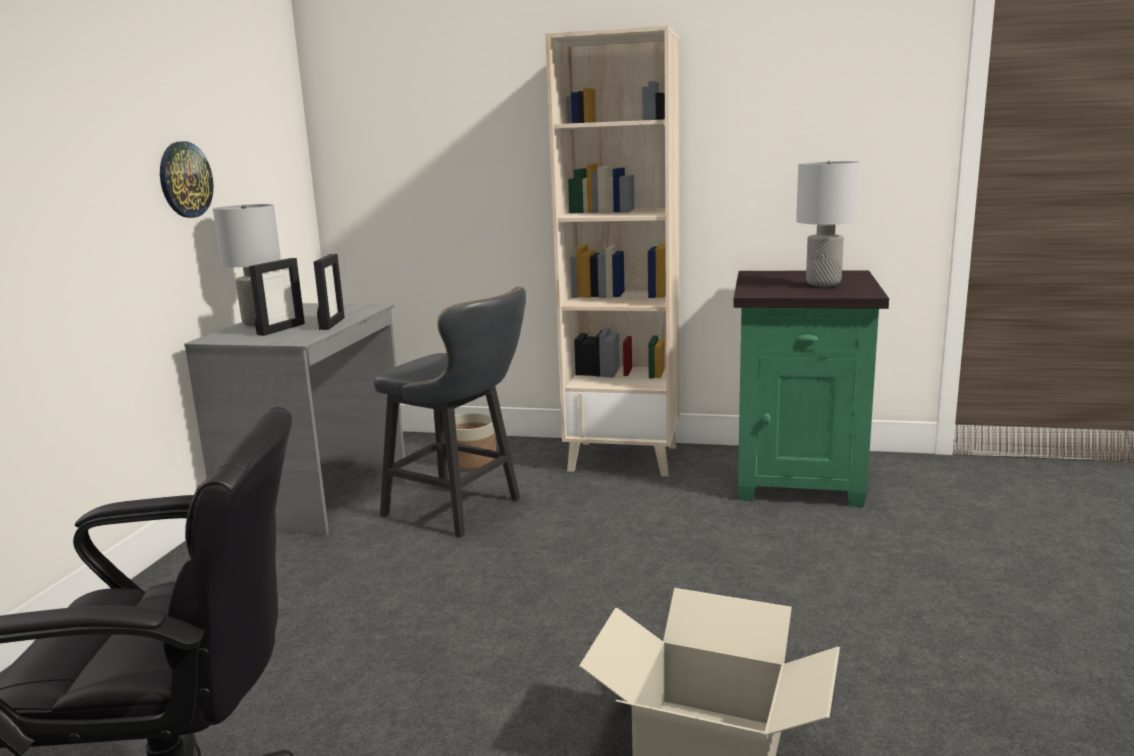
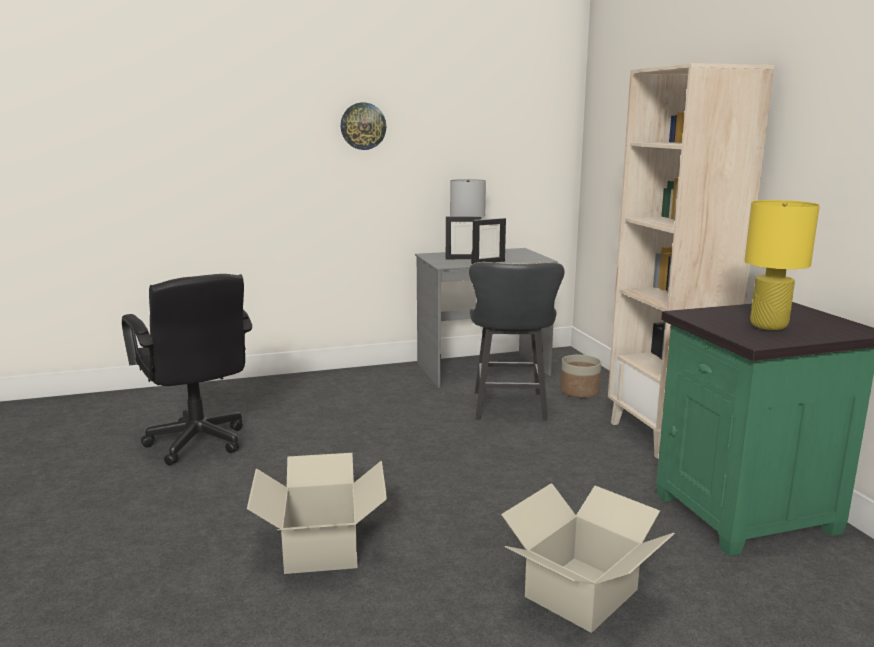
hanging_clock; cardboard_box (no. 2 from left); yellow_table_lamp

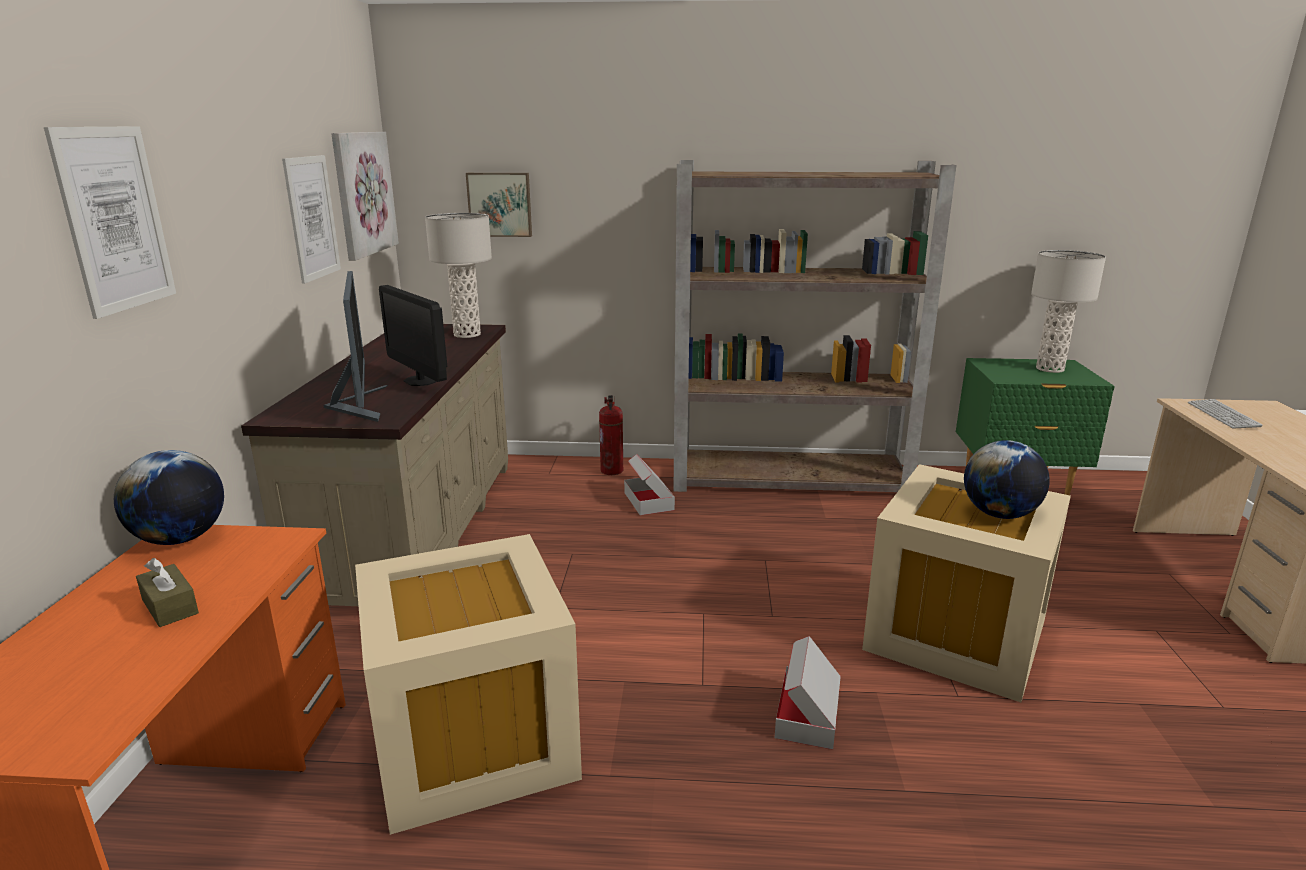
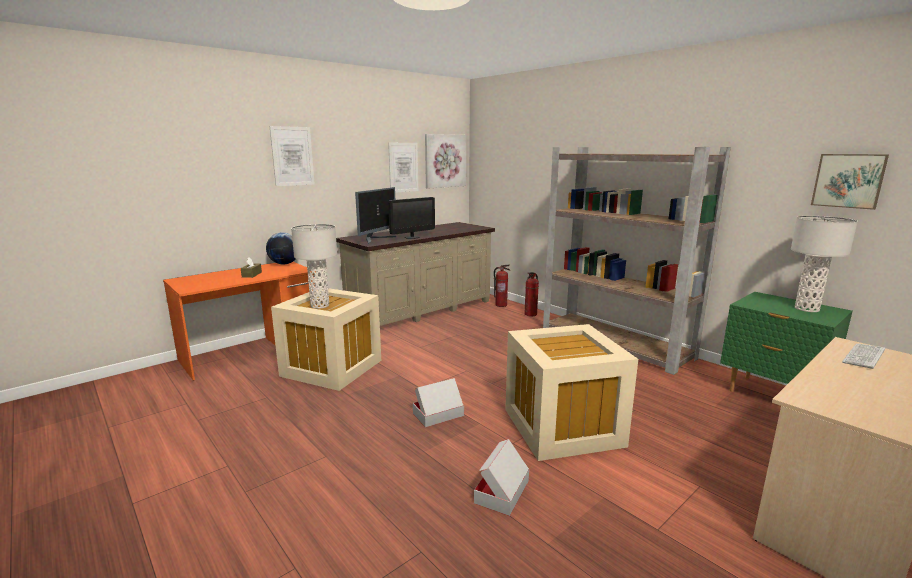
white_table_lamp (no. 1 from left); computer_display (no. 2 from left); cardboard_box (no. 2 from left); fire_extinguisher (no. 1 from left); picture (no. 4 from left); world_globe (no. 2 from left in the first image)

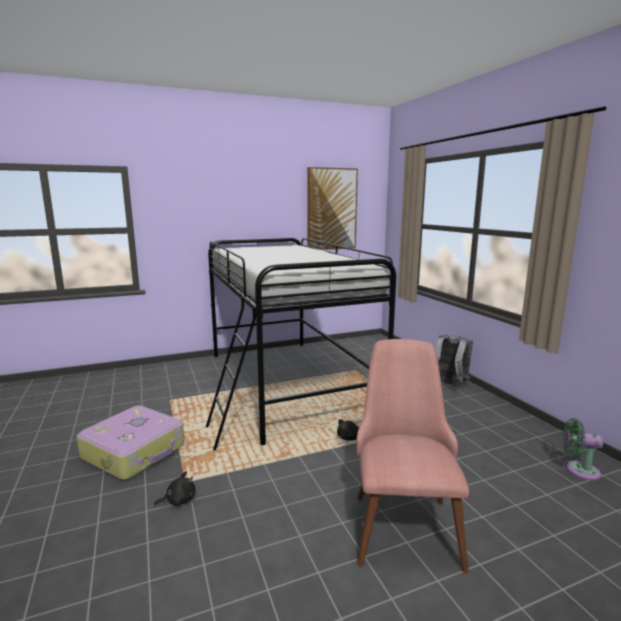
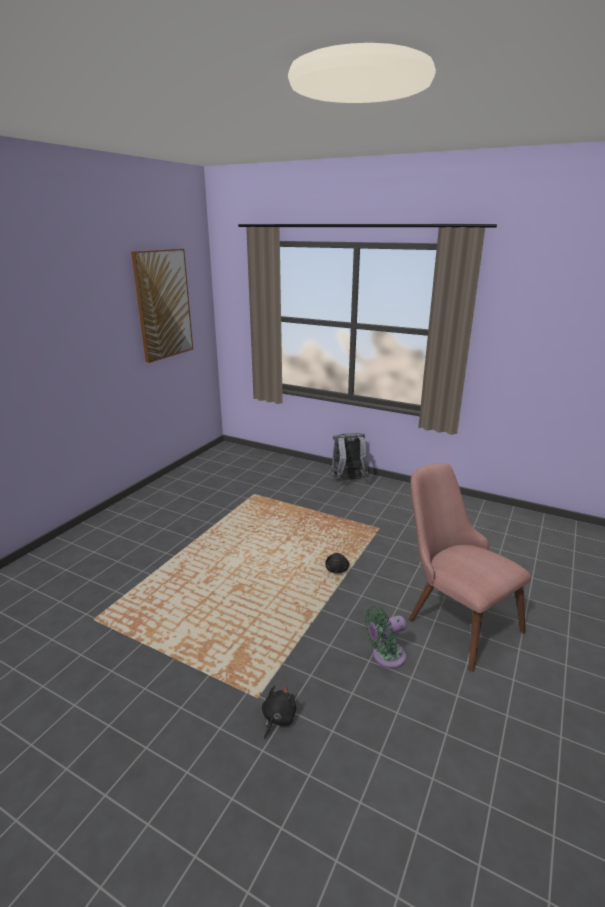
greenish_cooling_fan; travel_case; black-coloured_bedroom_bed

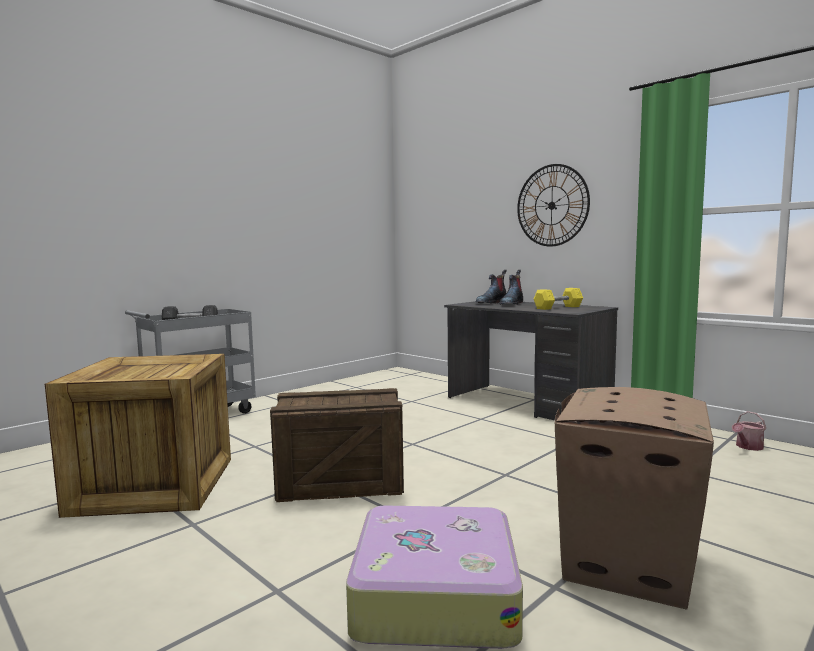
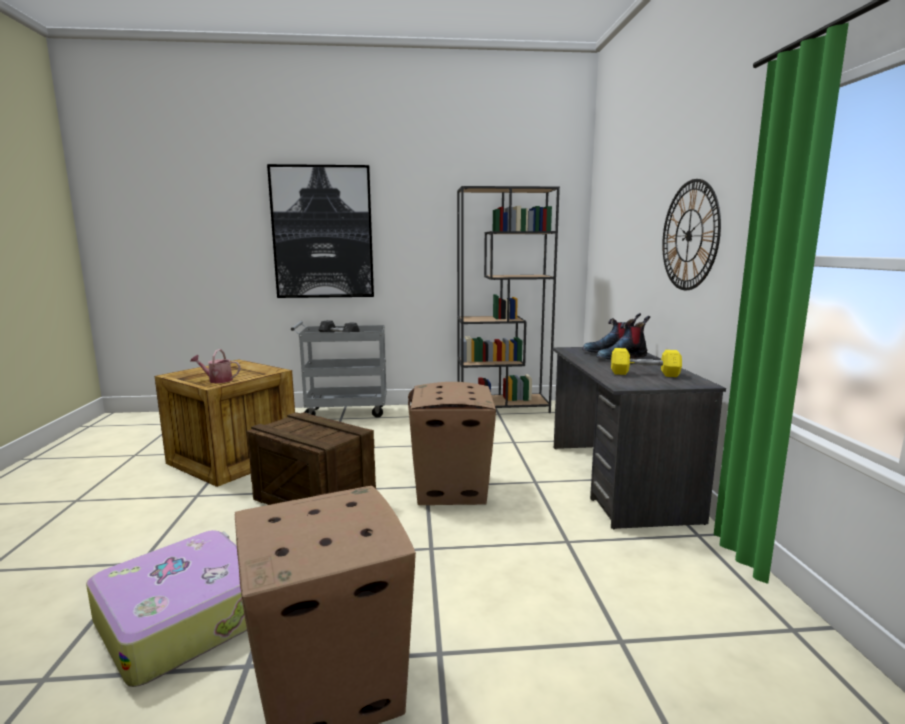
watering_can; picture; cardboard_box (no. 2 from left); bookcase

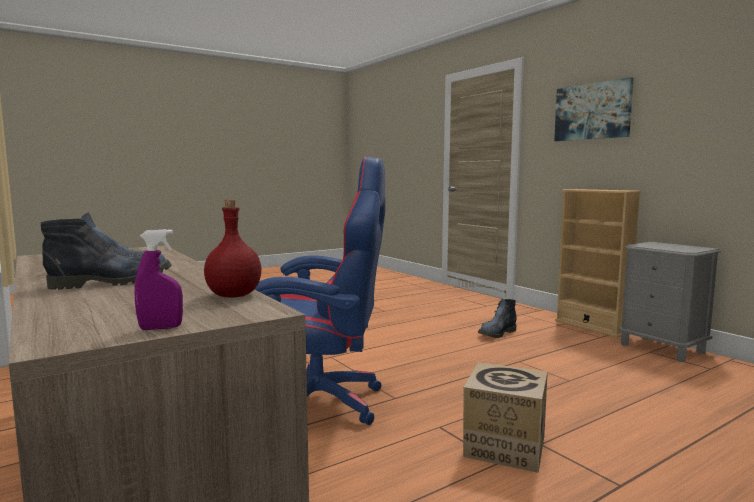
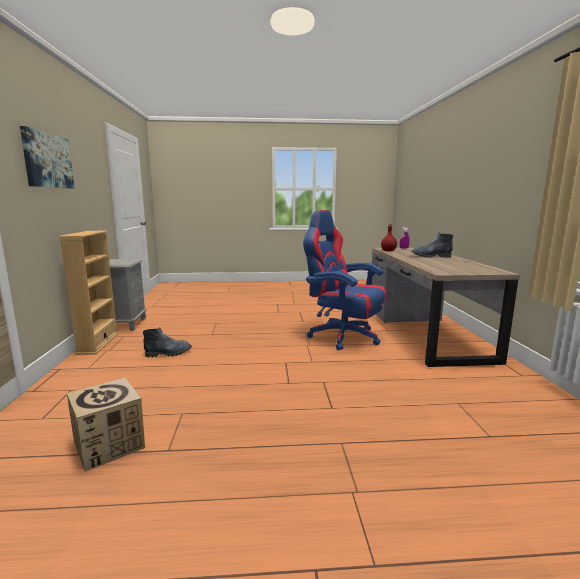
cardboard_box

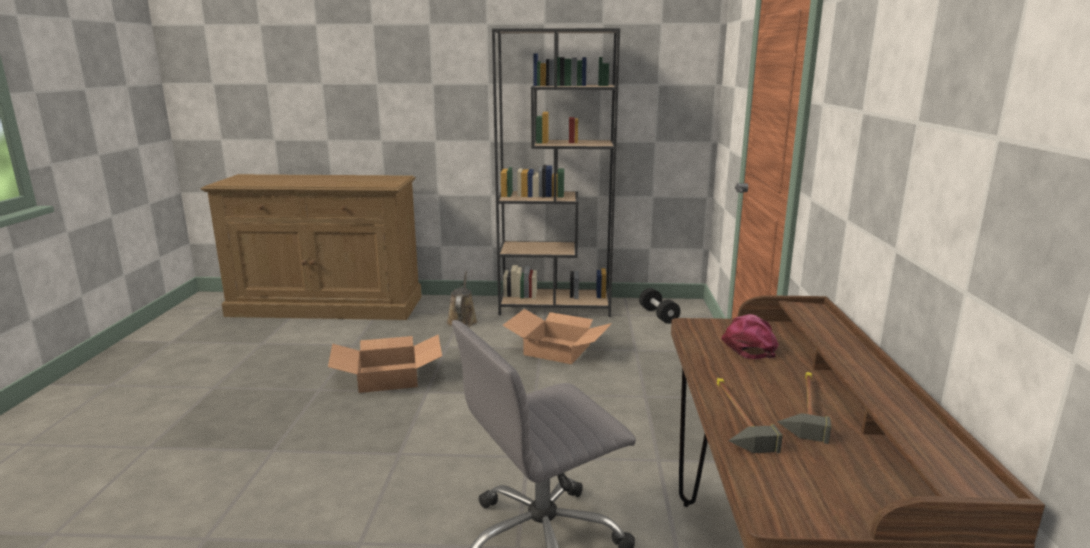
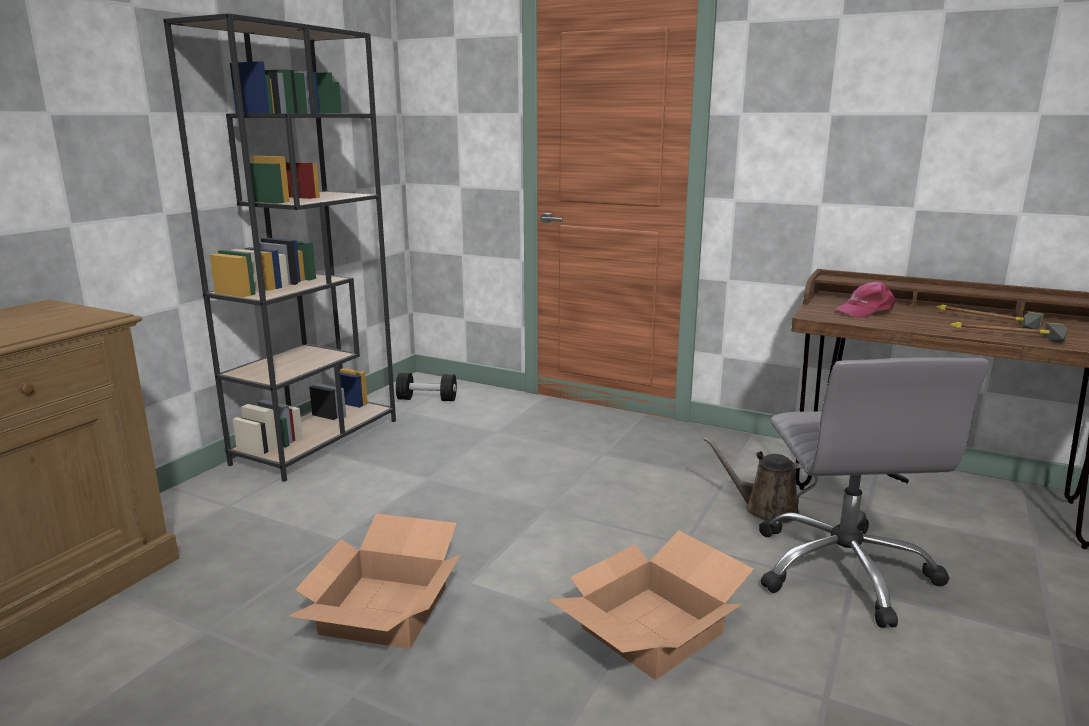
cardboard_box (no. 2 from left); brown-coloured_watering_can; pink_cap

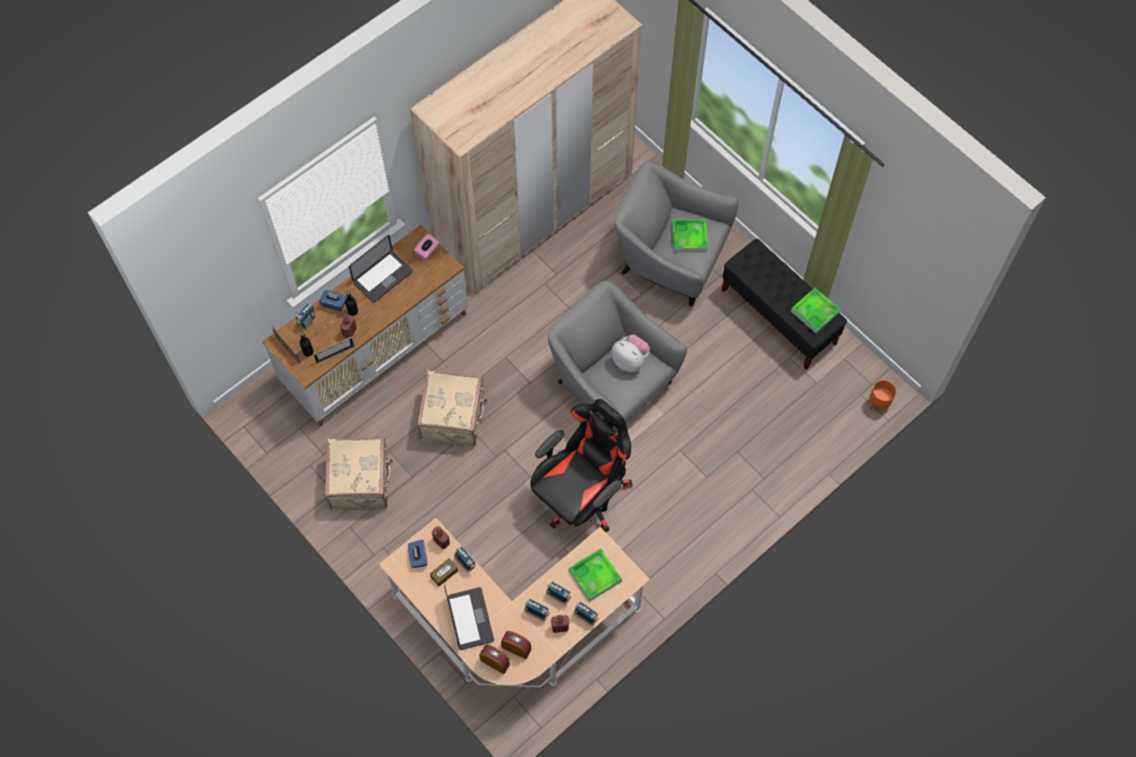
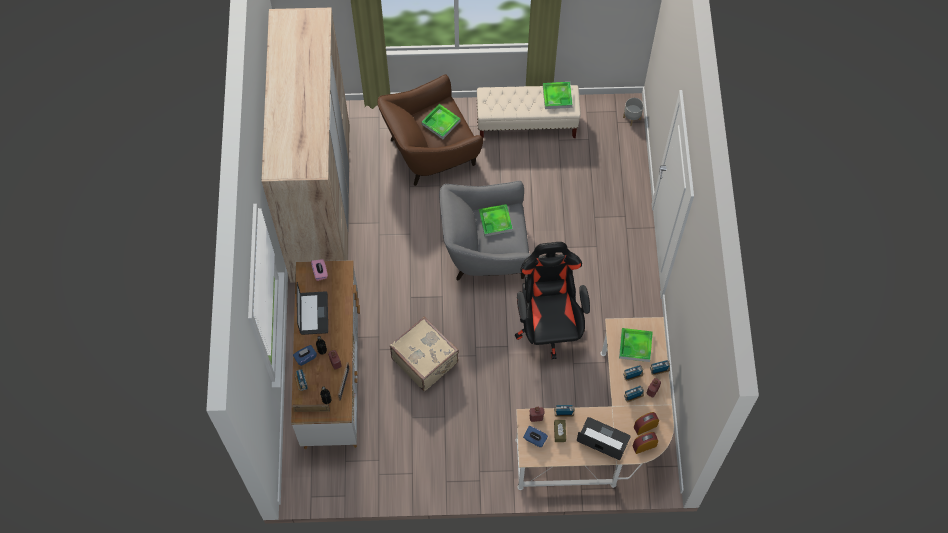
brown-coloured_lounge_chair; beige_bench; carrying_tray (no. 2 from left); greyish_flower_pot; beige_travel_case (no. 1 from left in the first image)

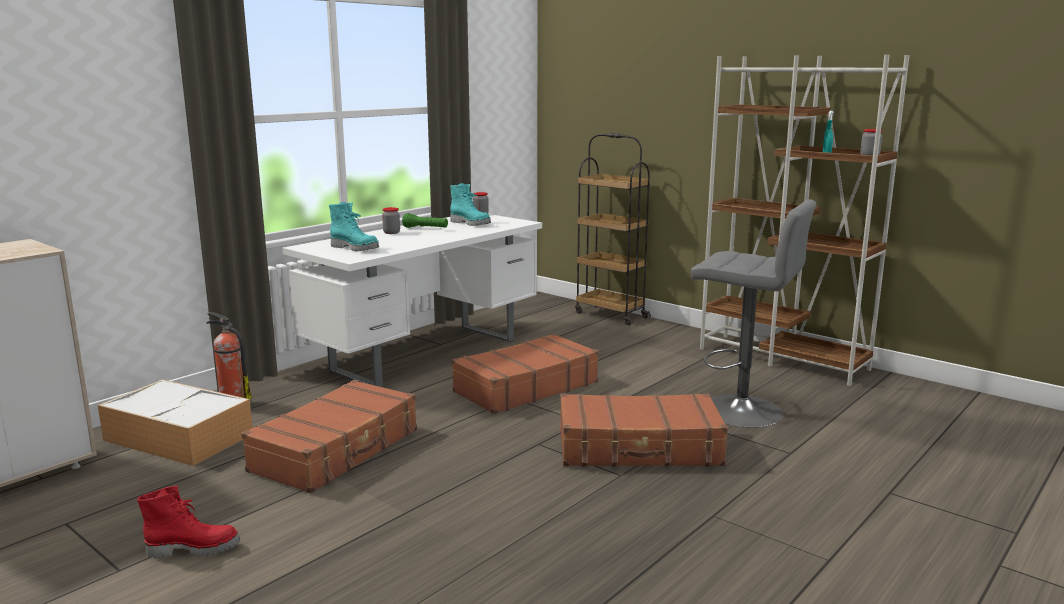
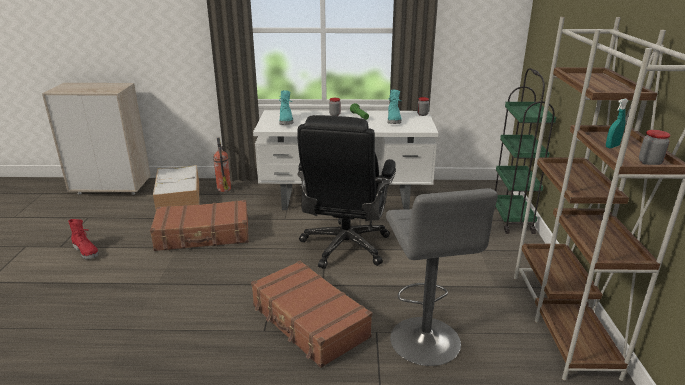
black-coloured_desk_chair; greenish_wheeled_cart

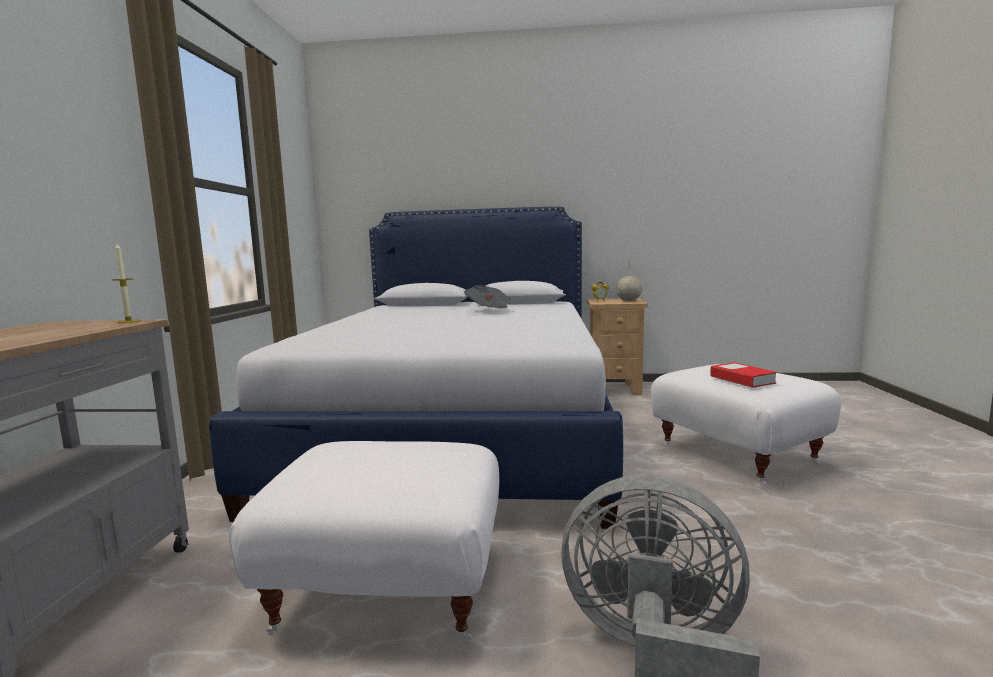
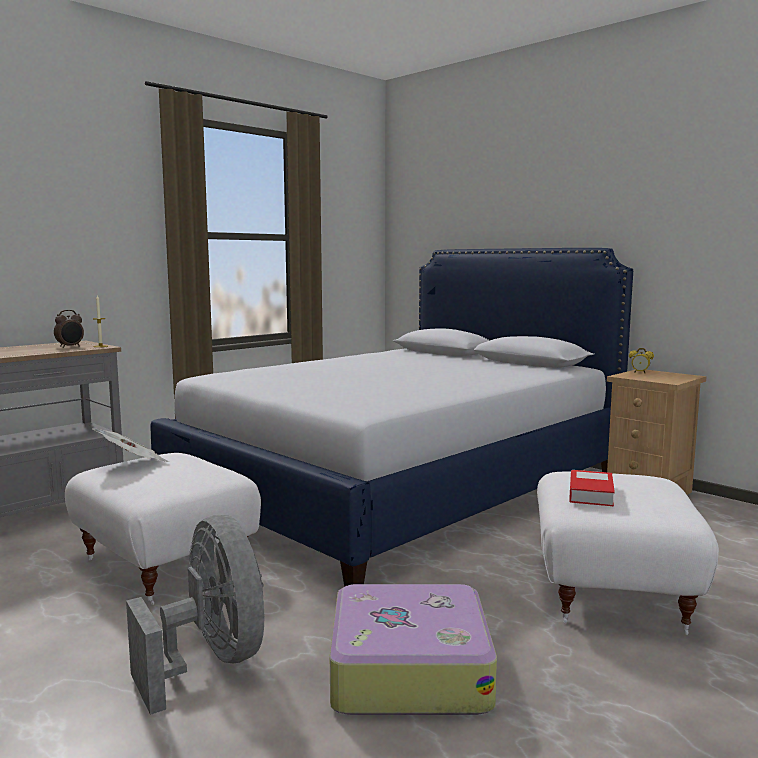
alarm_clock (no. 1 from left); newspaper; travel_case; world_globe

